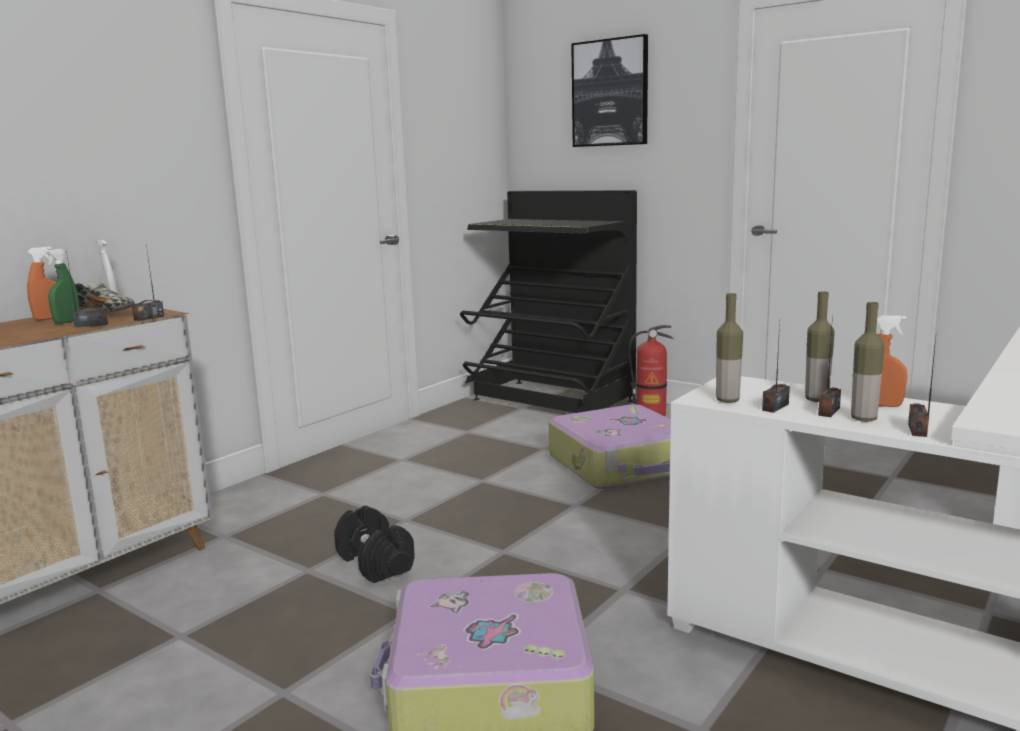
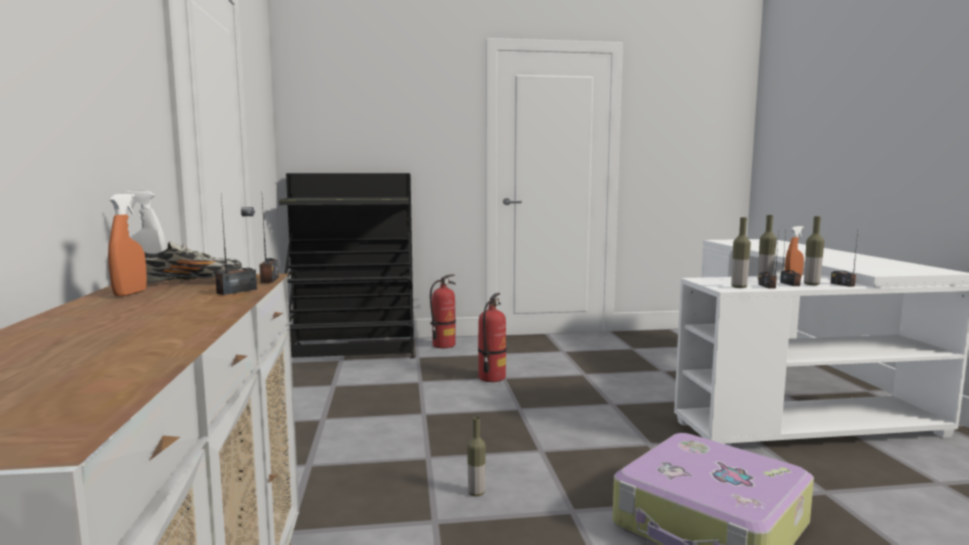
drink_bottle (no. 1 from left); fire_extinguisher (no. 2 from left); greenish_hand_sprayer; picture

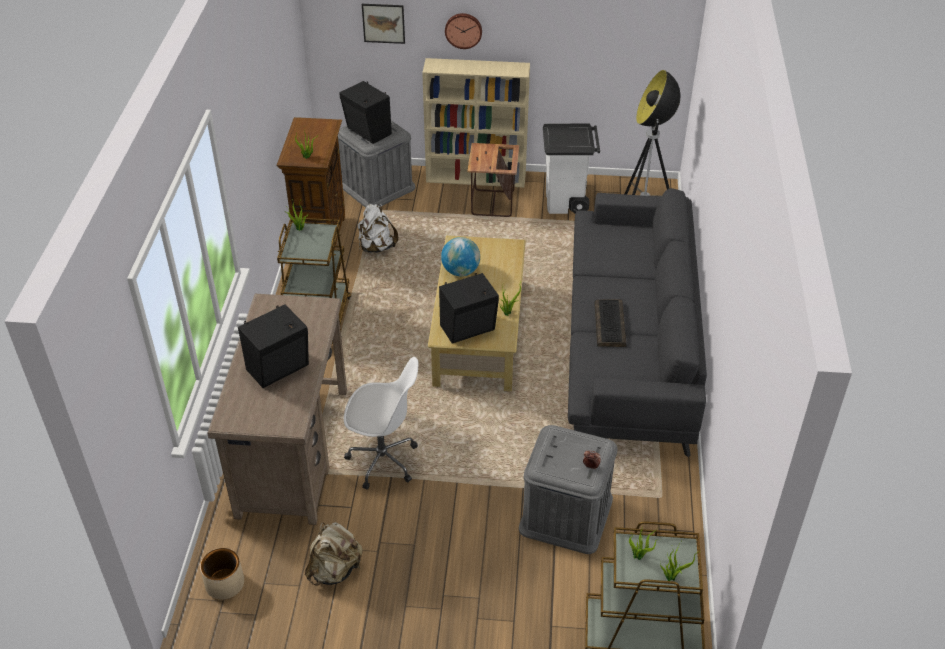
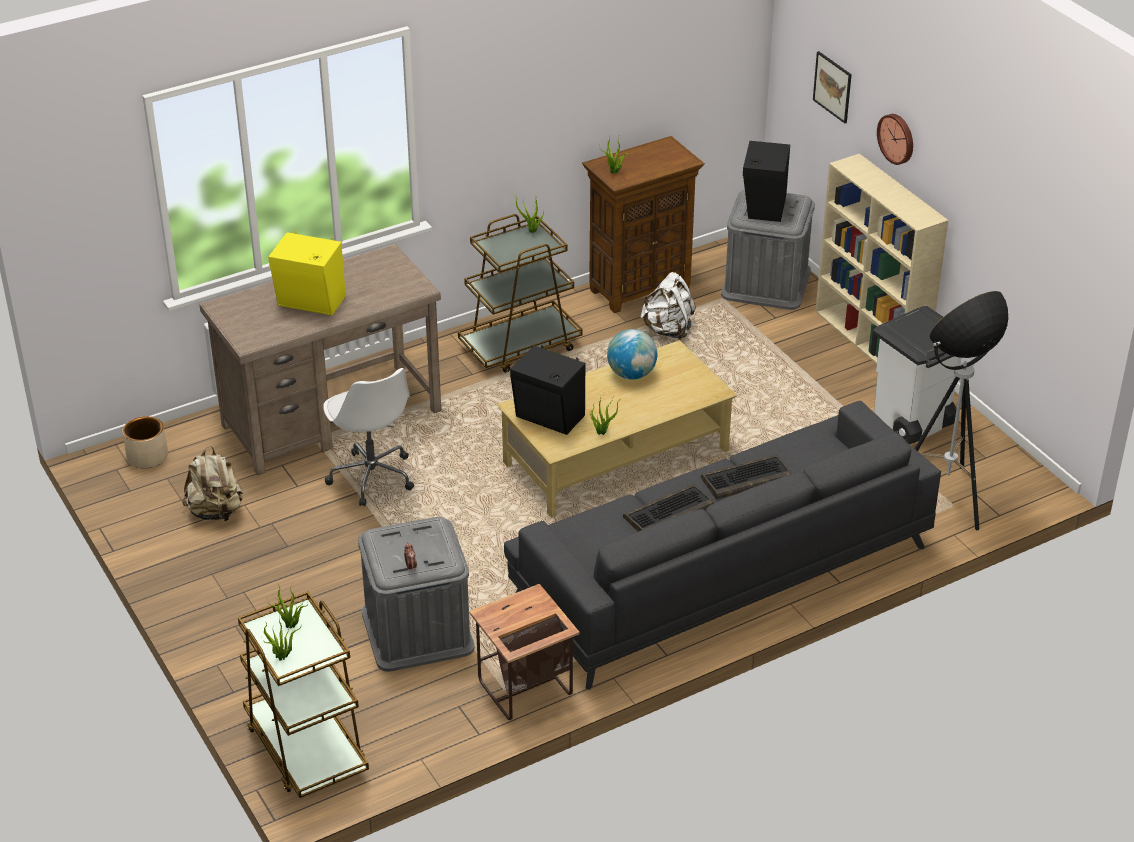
yellow_loudspeaker; end_table; computer_keyboard (no. 2 from left)

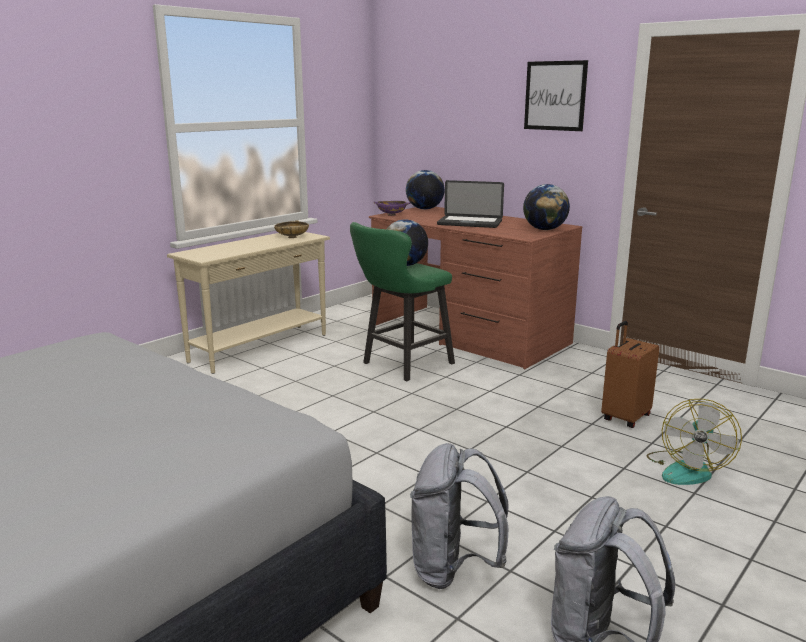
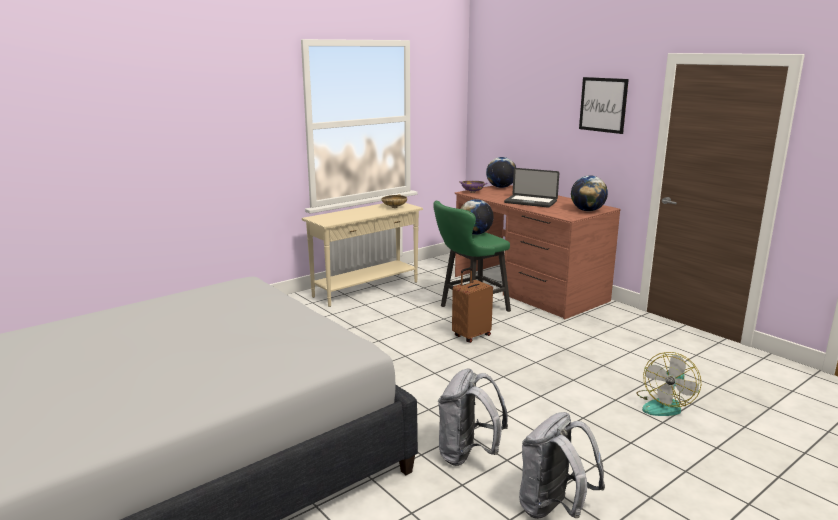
brown-coloured_travel_case

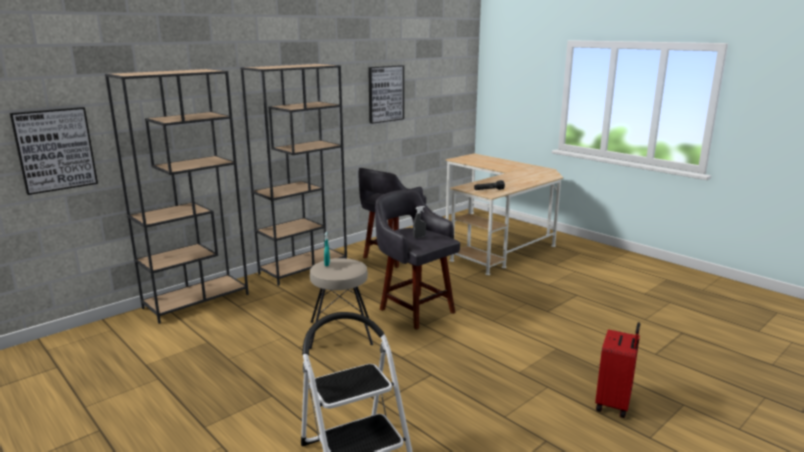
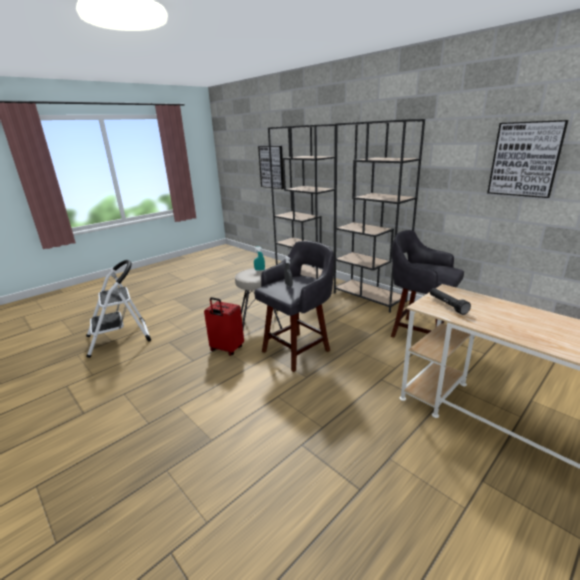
reddish_travel_case

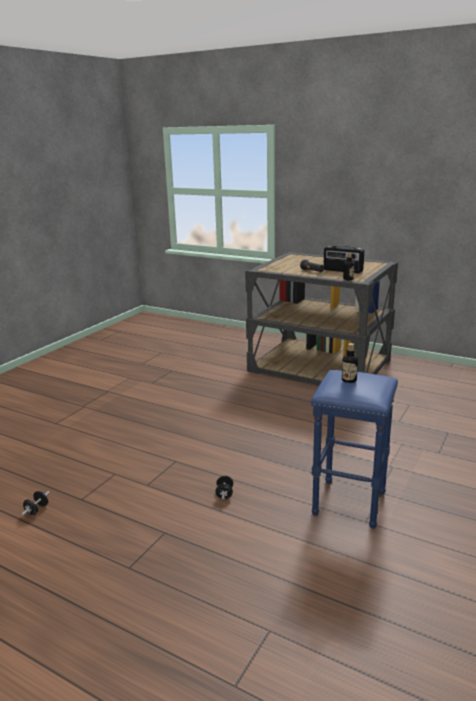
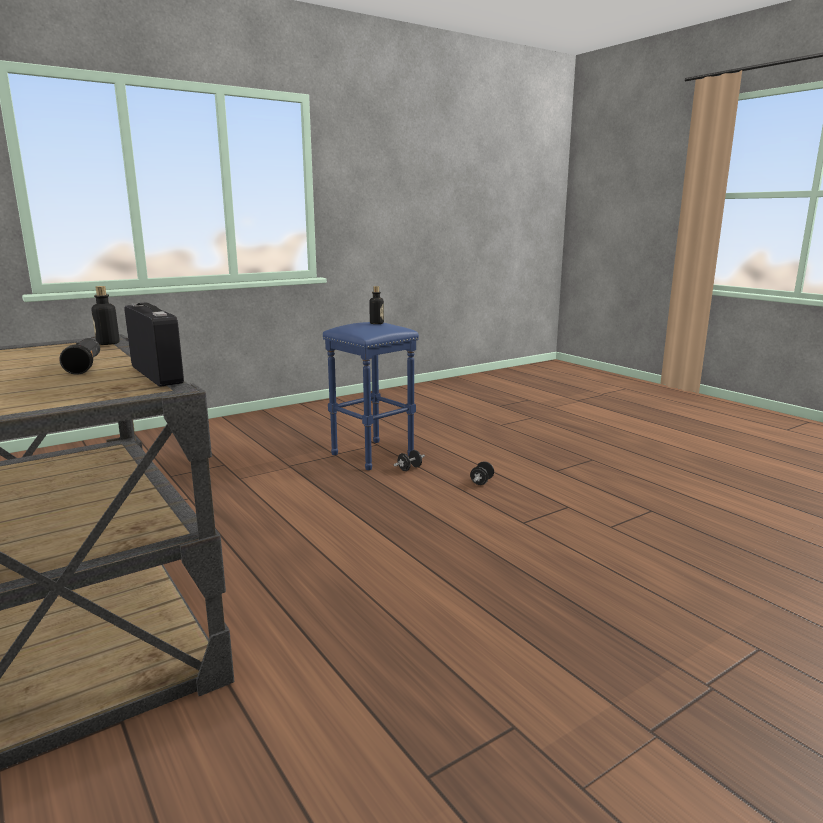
radio; black-coloured_hand_weight (no. 1 from left)

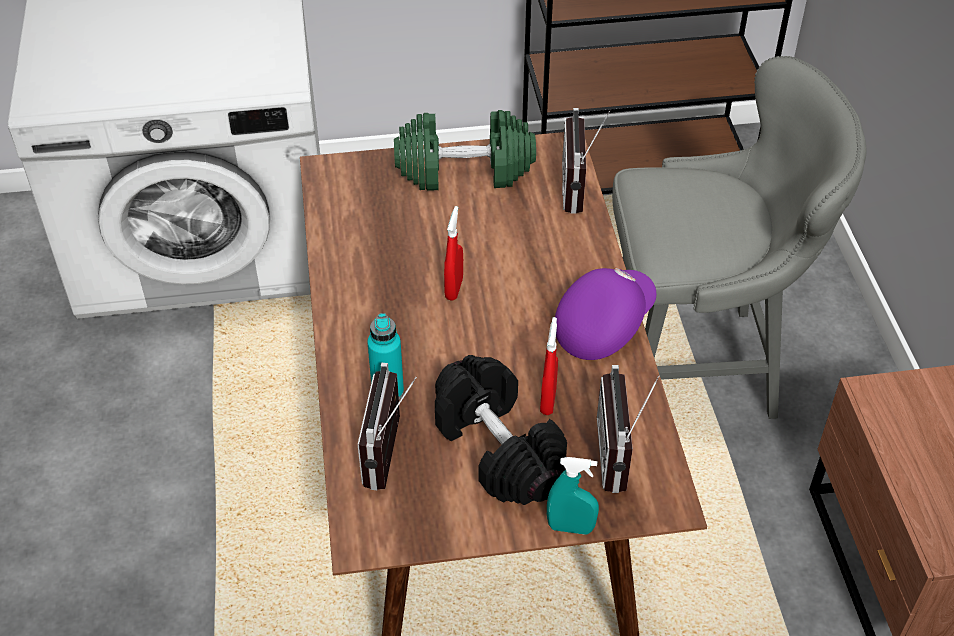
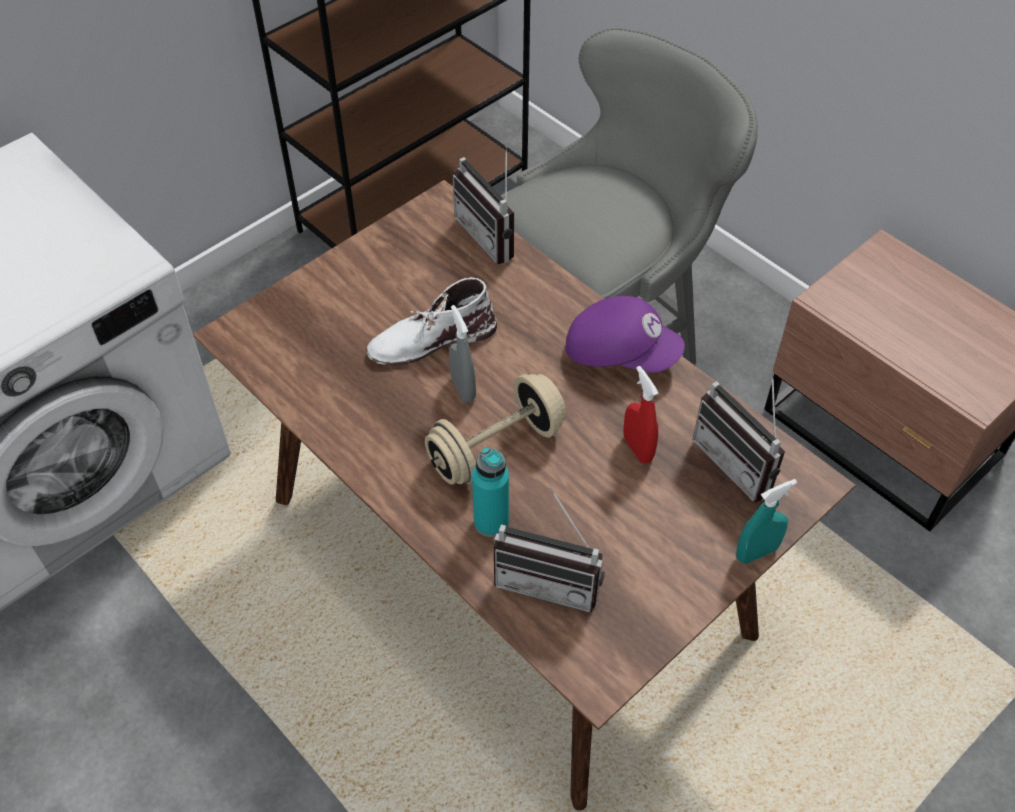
white_high-top_boot; beige_hand_weight; greyish_hand_sprayer; radio (no. 2 from left); purple-coloured_cap; greenish_hand_weight; black-coloured_hand_weight

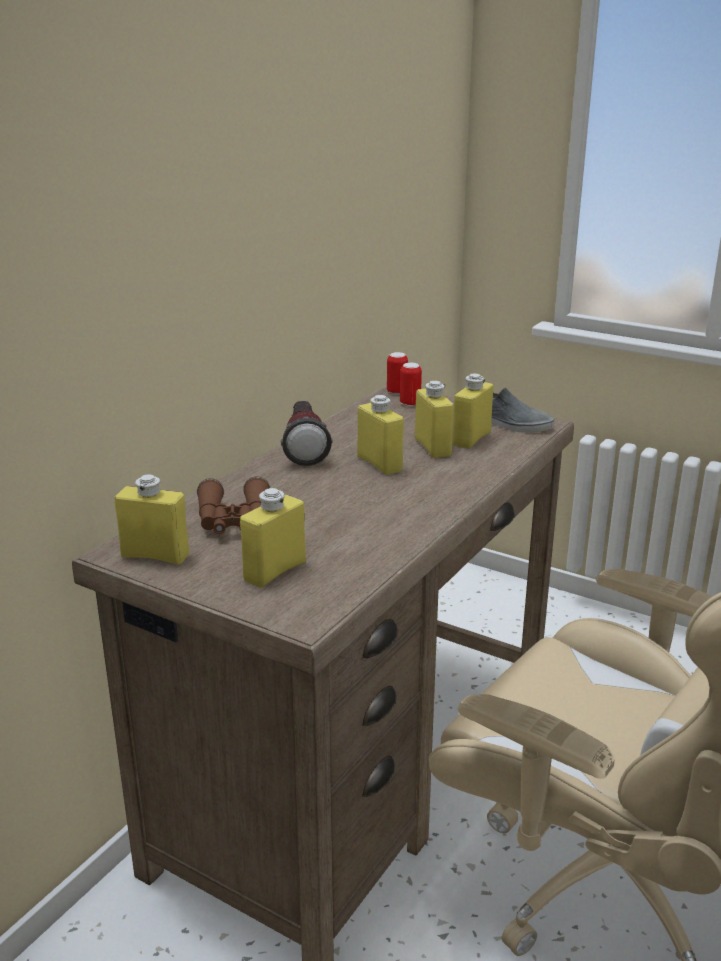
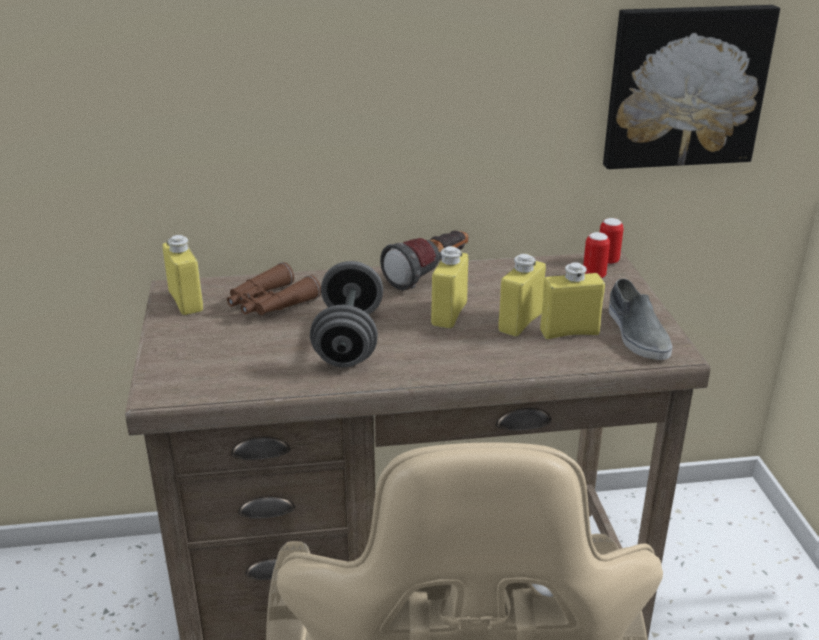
greyish_hand_weight; picture; yellow_drink_bottle (no. 2 from left in the first image)

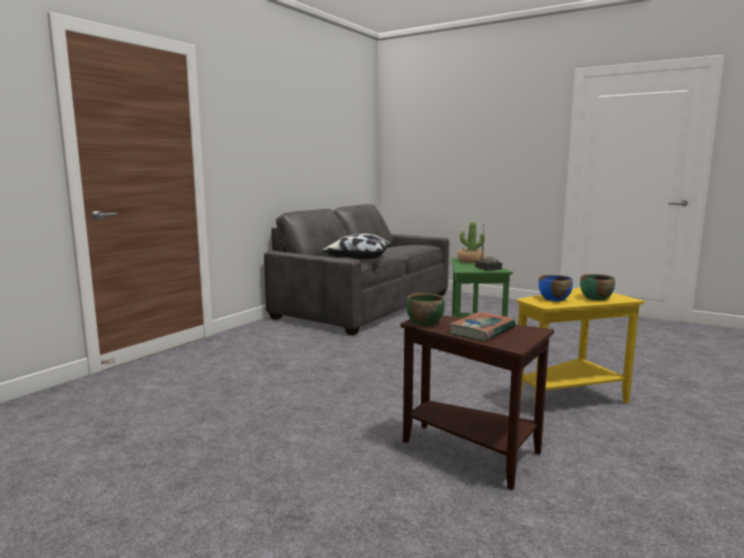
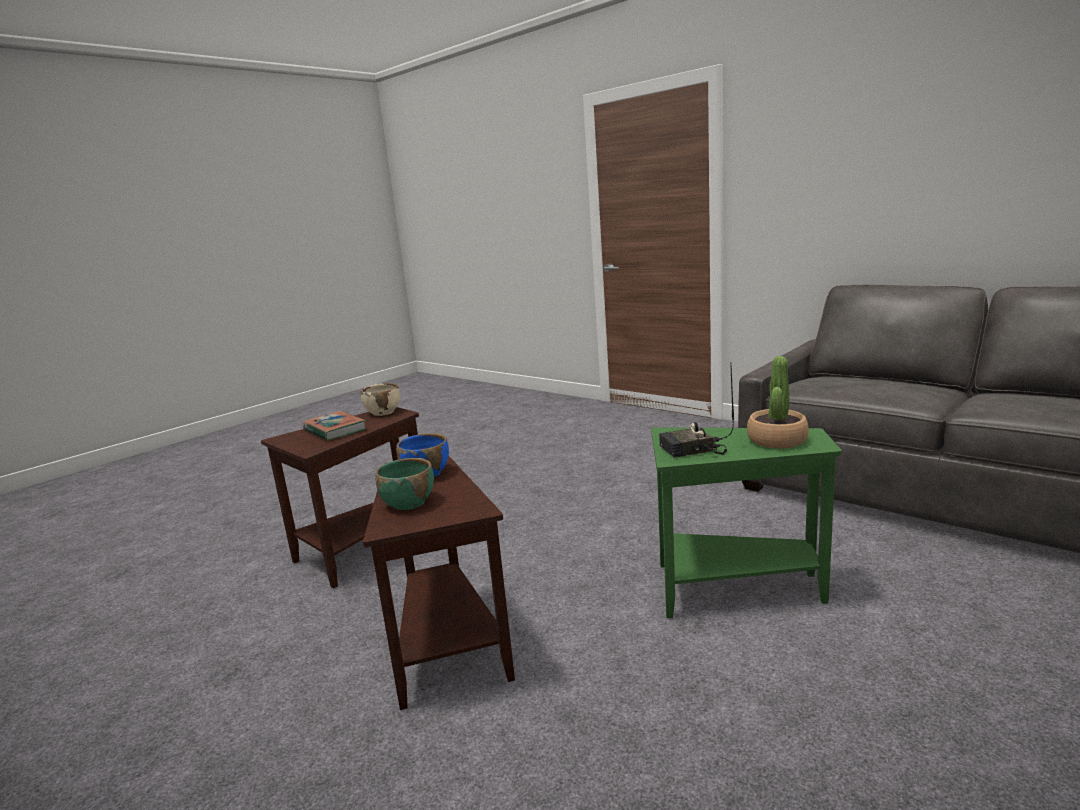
beige_bowl; brown-coloured_end_table (no. 2 from left); pillow

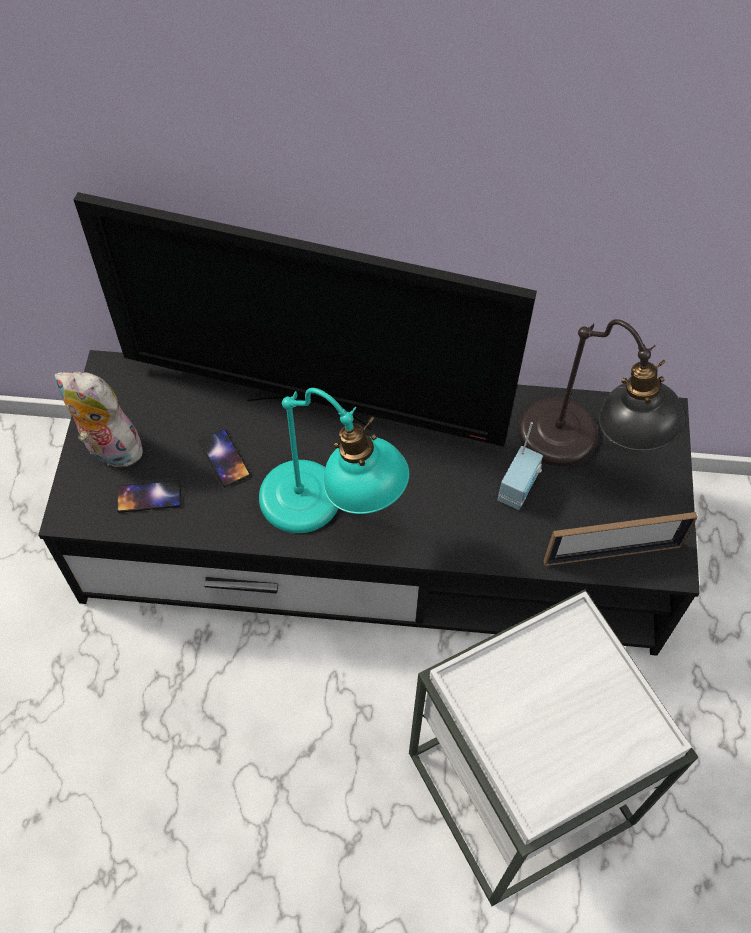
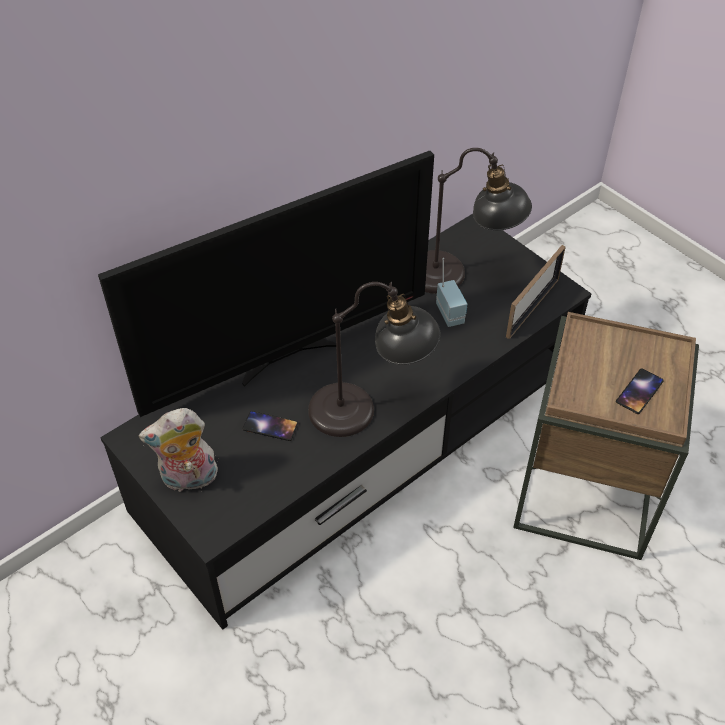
greyish_table_lamp (no. 1 from left); brown-coloured_end_table; telephone (no. 2 from left)

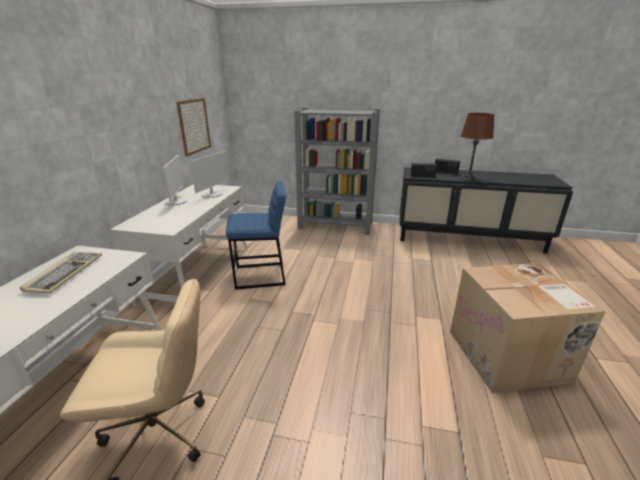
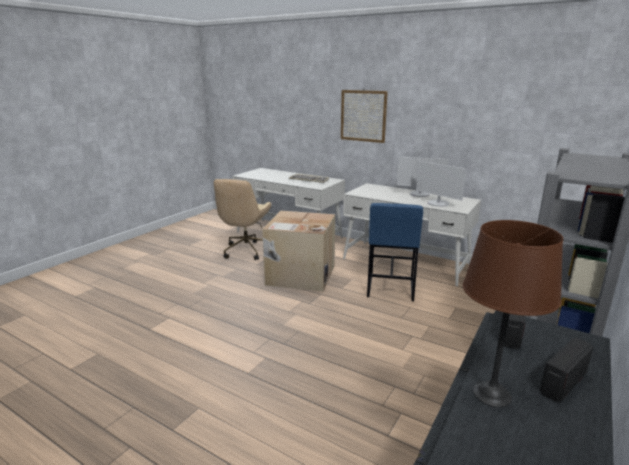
cardboard_box; picture

